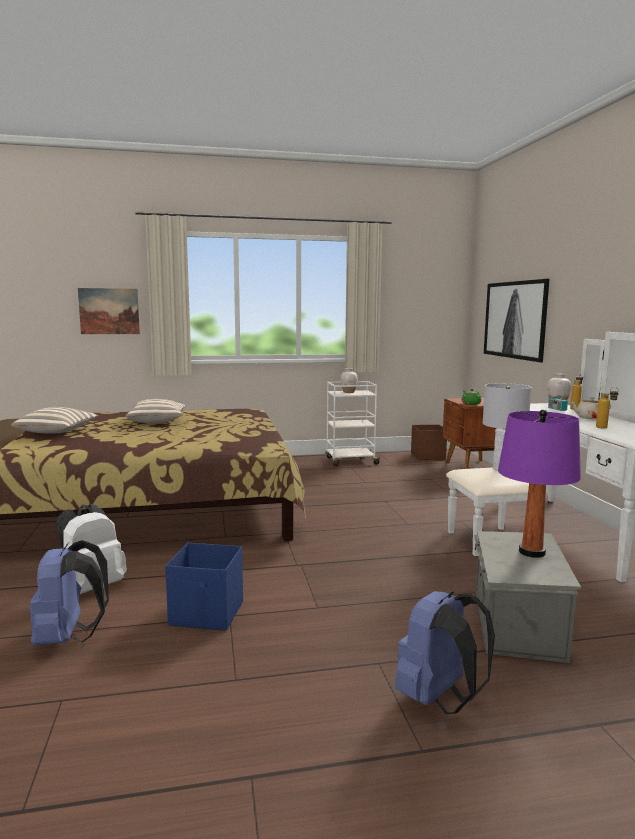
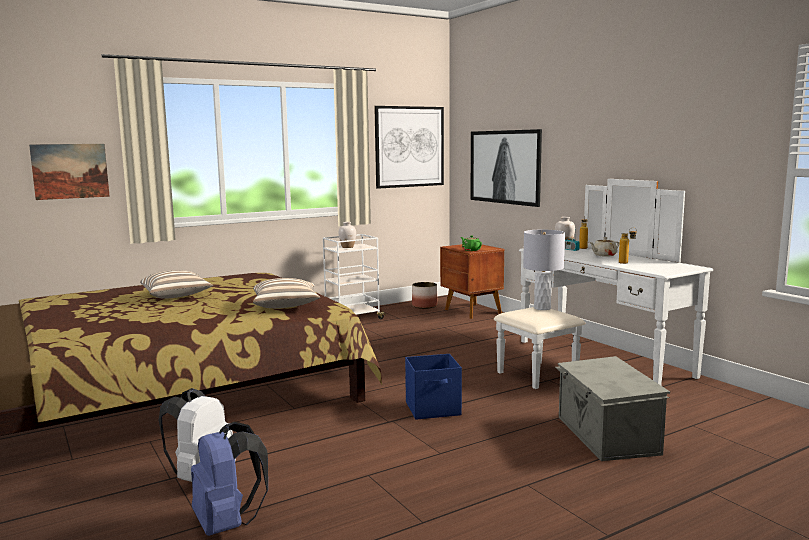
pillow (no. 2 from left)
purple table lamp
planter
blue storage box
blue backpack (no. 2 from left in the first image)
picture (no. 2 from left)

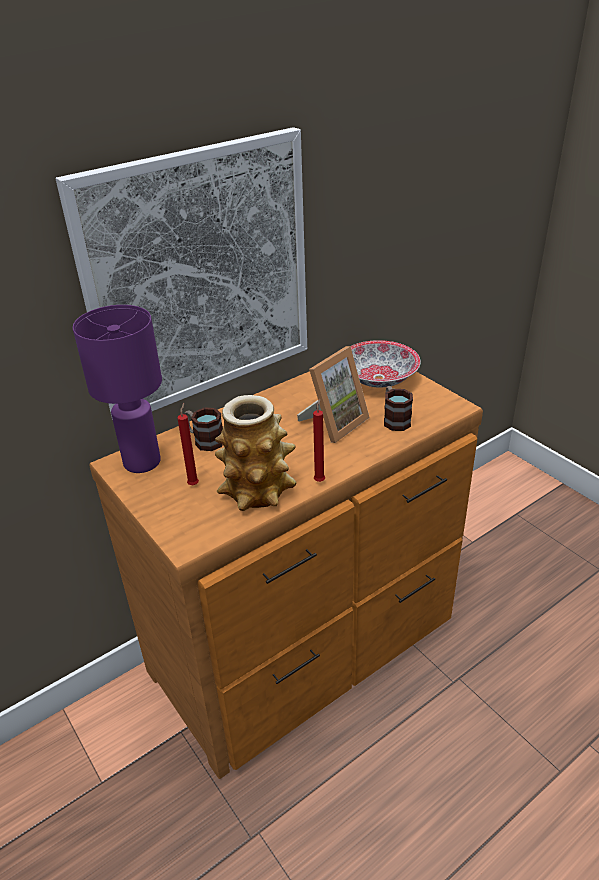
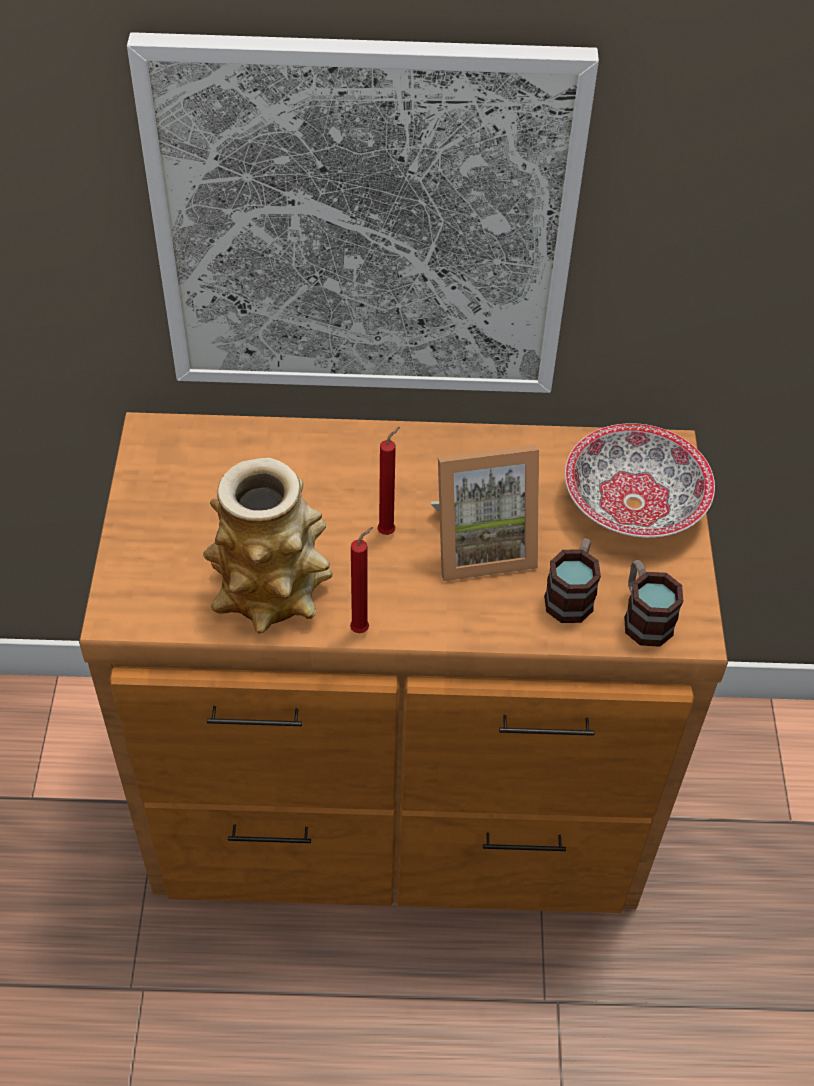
purple table lamp
red candle (no. 2 from left)
mug (no. 2 from left)

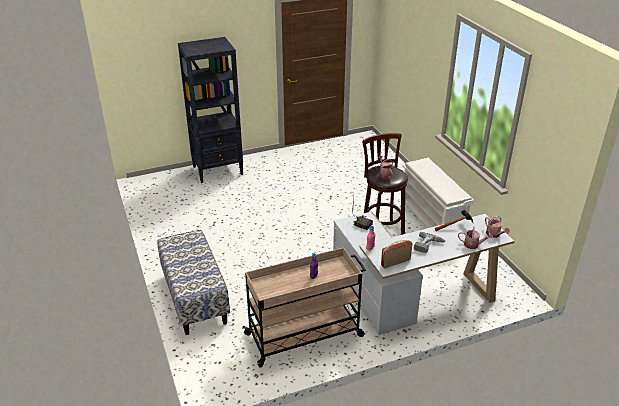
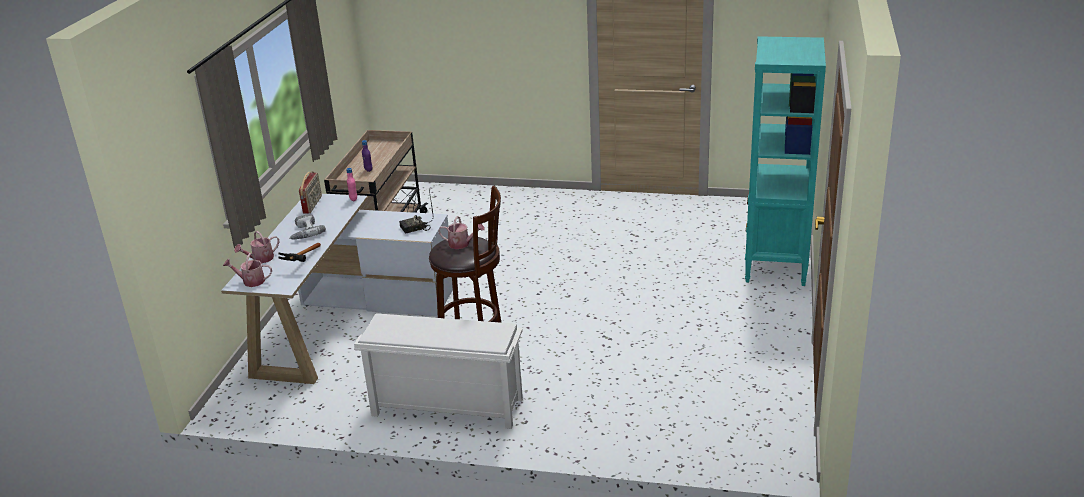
turquoise bookcase
bench

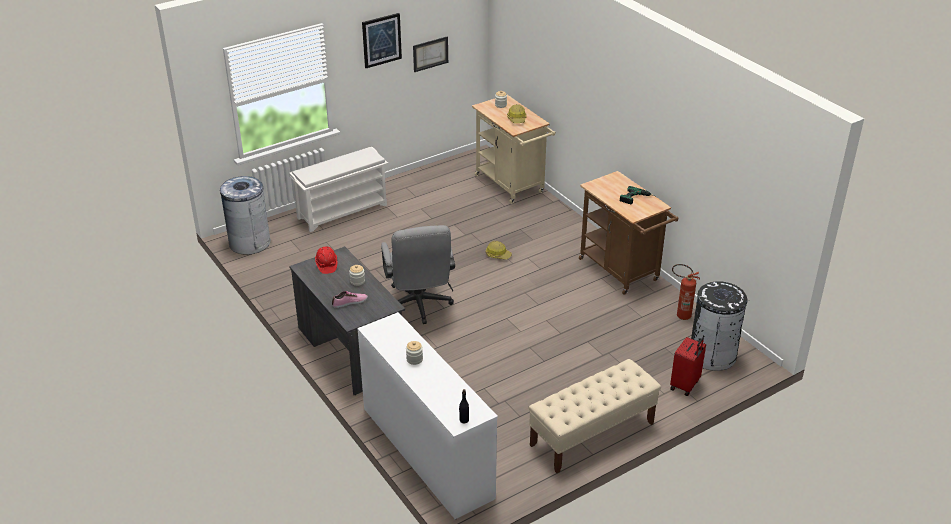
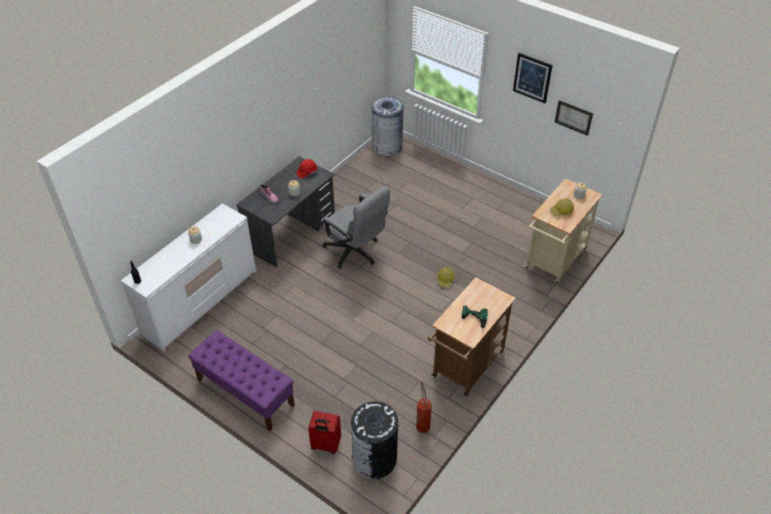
white shoe rack
grey office chair
purple bench

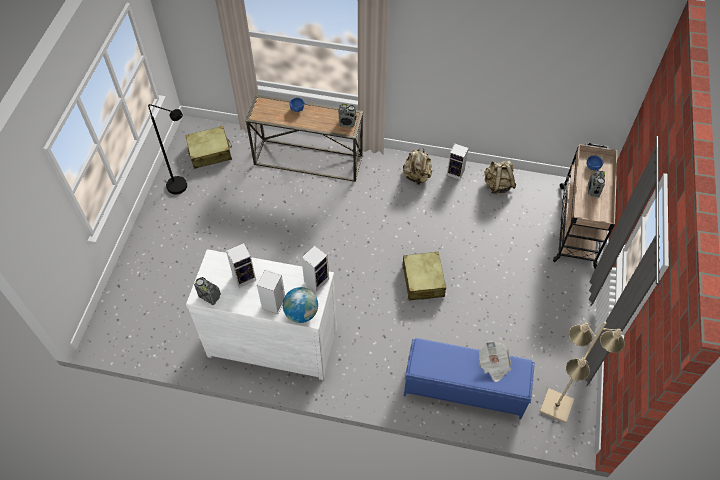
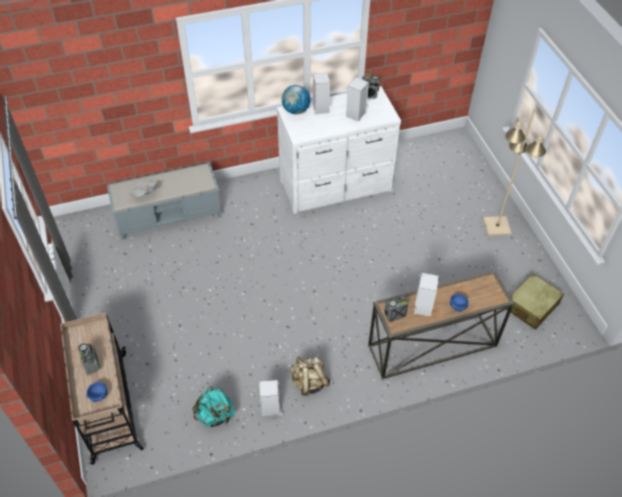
black floor lamp
turquoise backpack
speaker (no. 4 from left)
beige suitcase (no. 2 from left in the first image)
beige floor lamp
grey bench

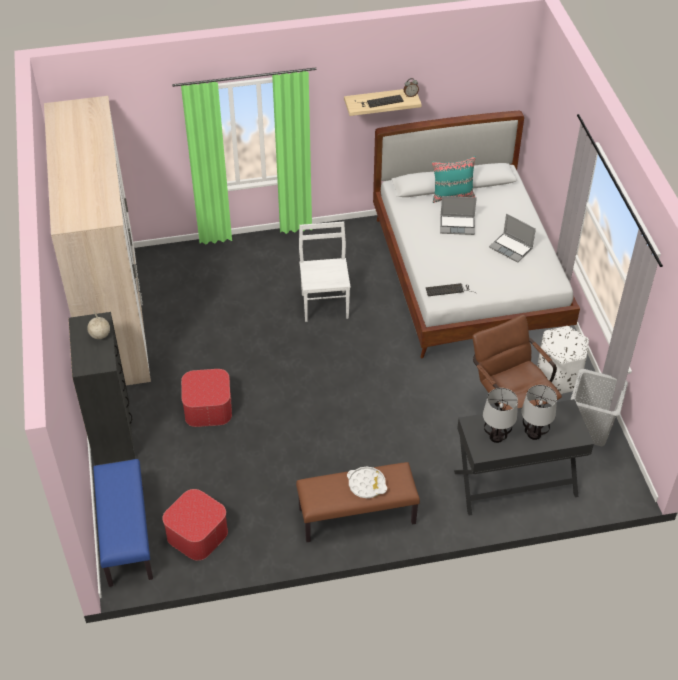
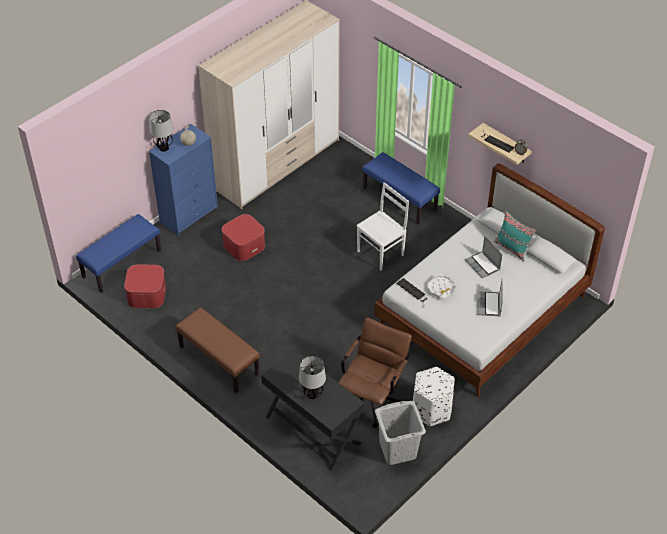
blue dresser
table lamp (no. 1 from left)
white tray
blue bench (no. 2 from left)

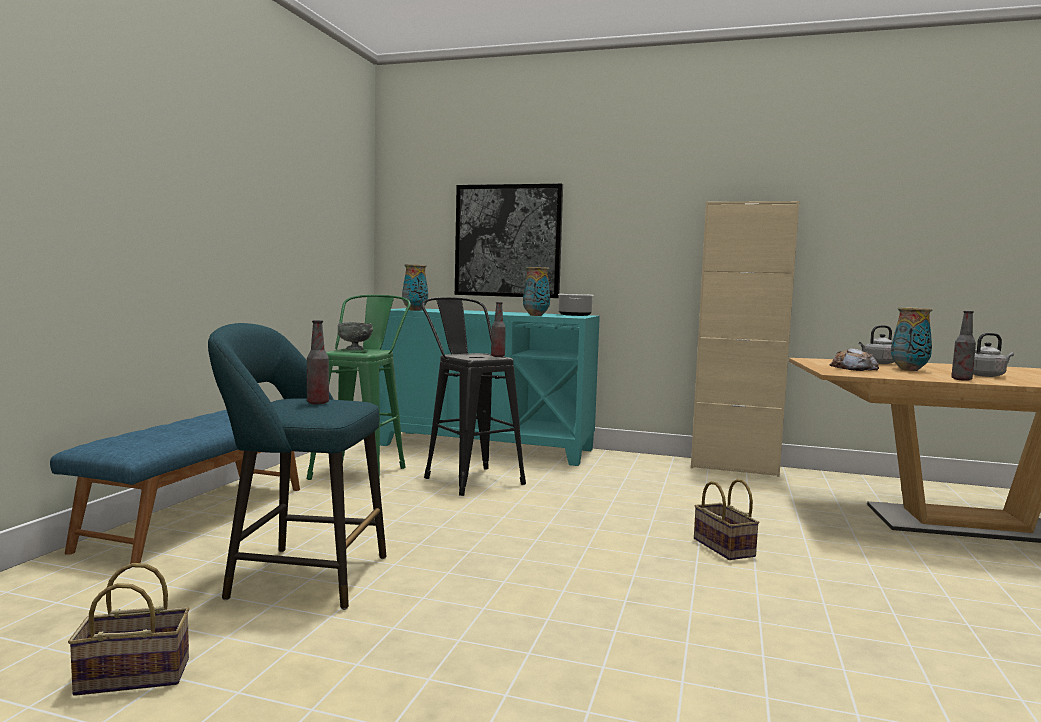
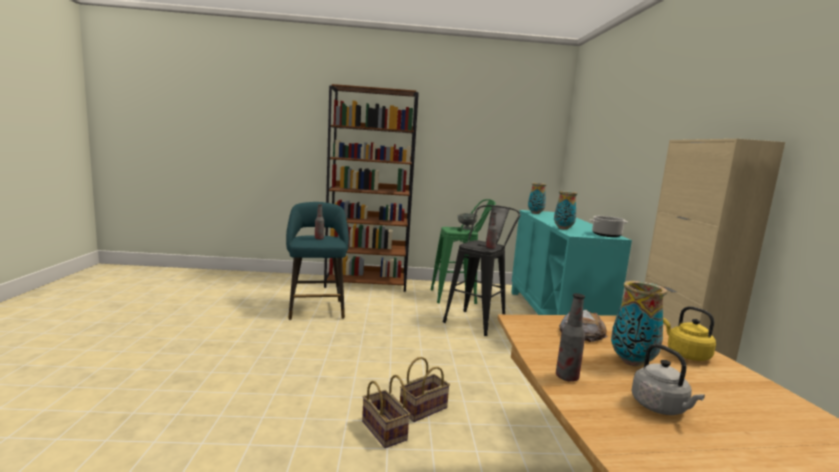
picture
yellow kettle
brown bookcase
basket (no. 1 from left)

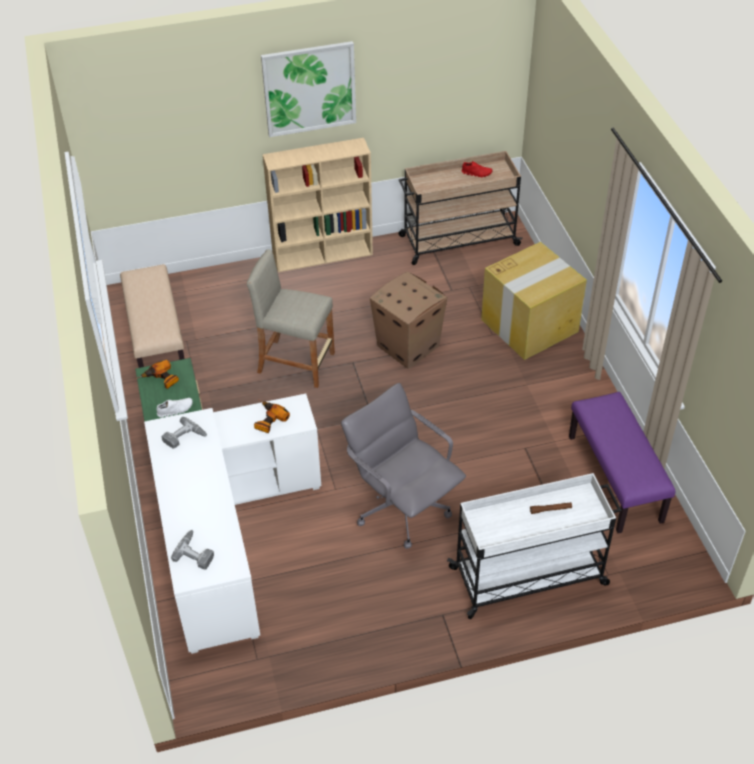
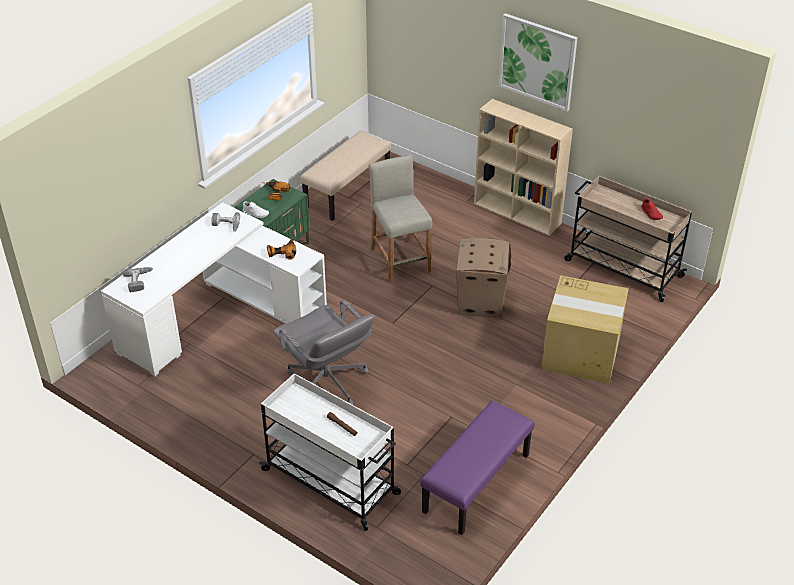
grey office chair

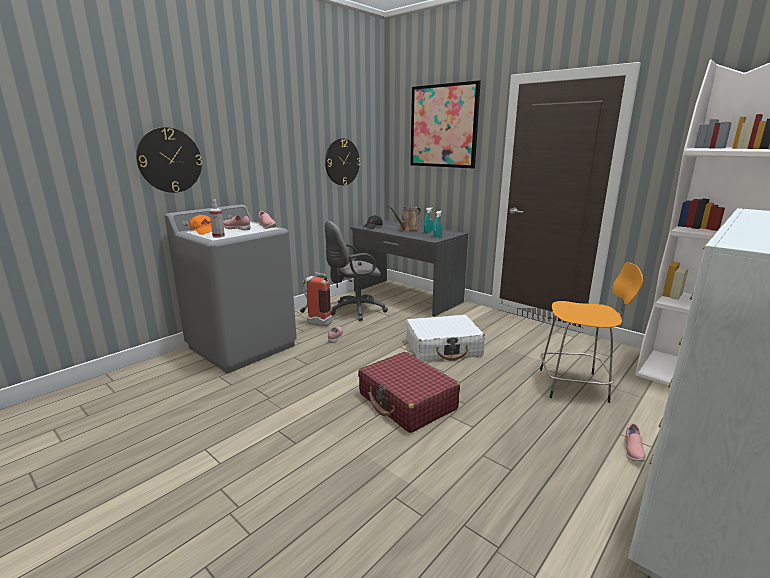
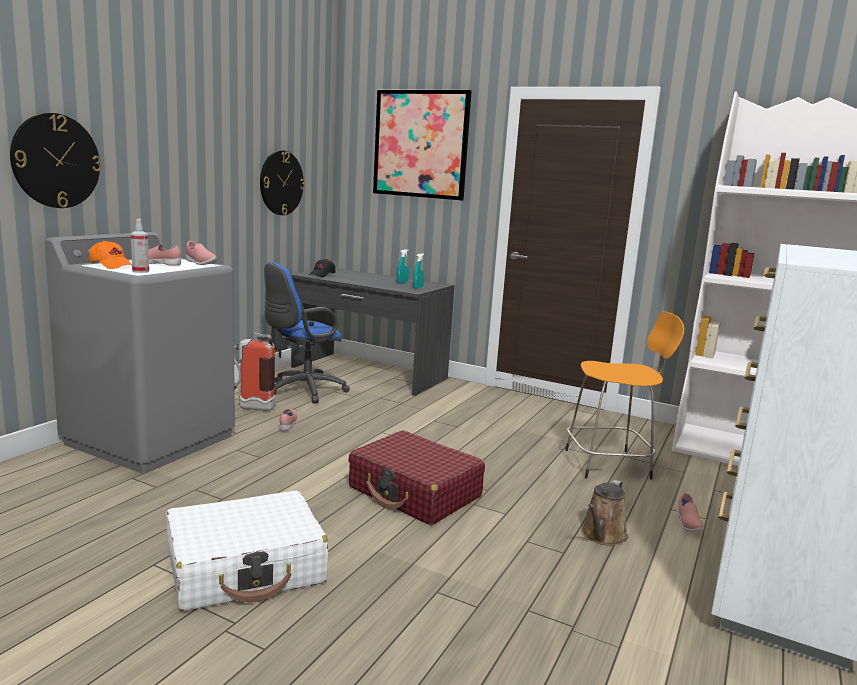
brown watering can
blue office chair
white suitcase

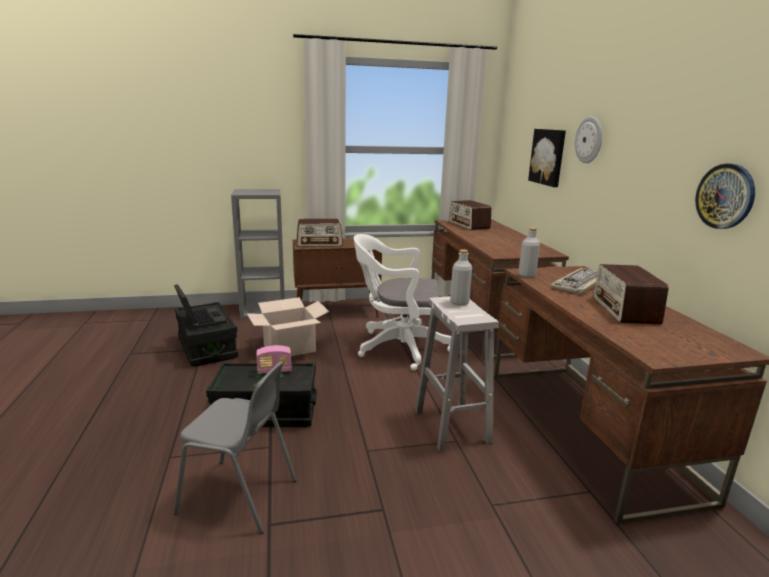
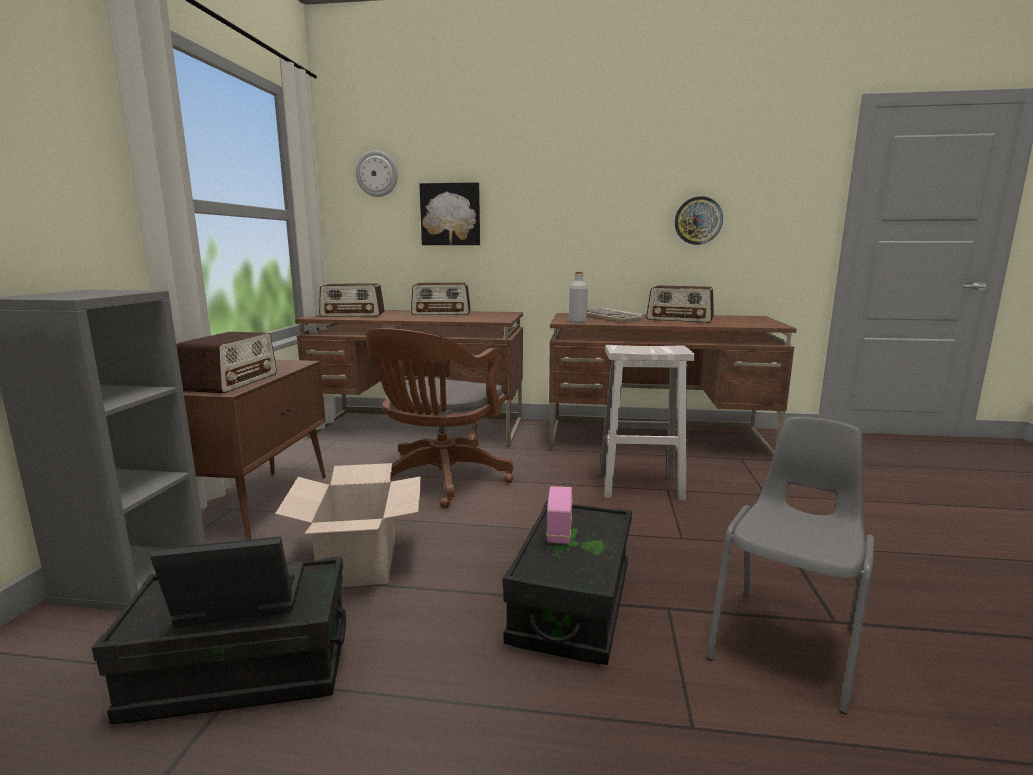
wall clock (no. 1 from left)
brown office chair
grey bottle (no. 1 from left in the first image)
radio (no. 3 from left)

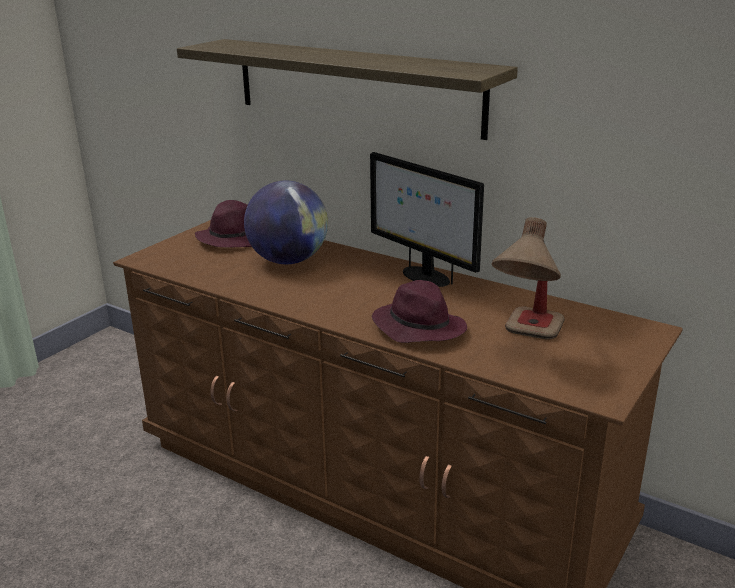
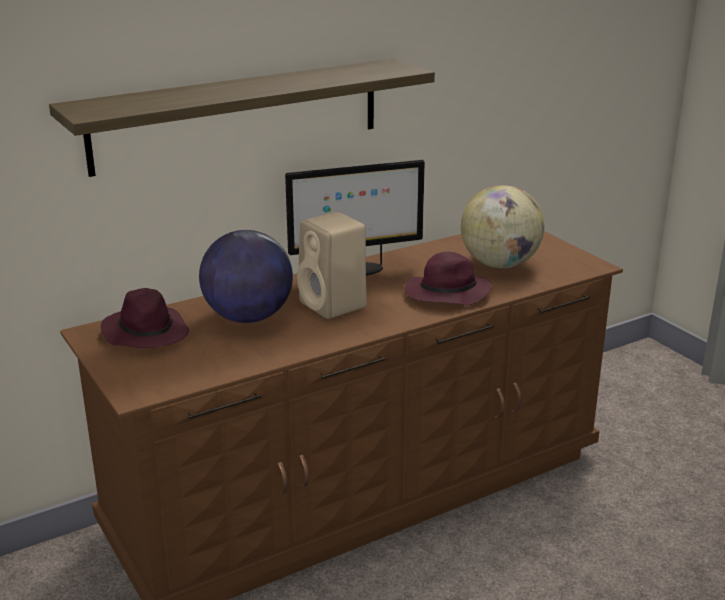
globe (no. 2 from left)
beige speaker

